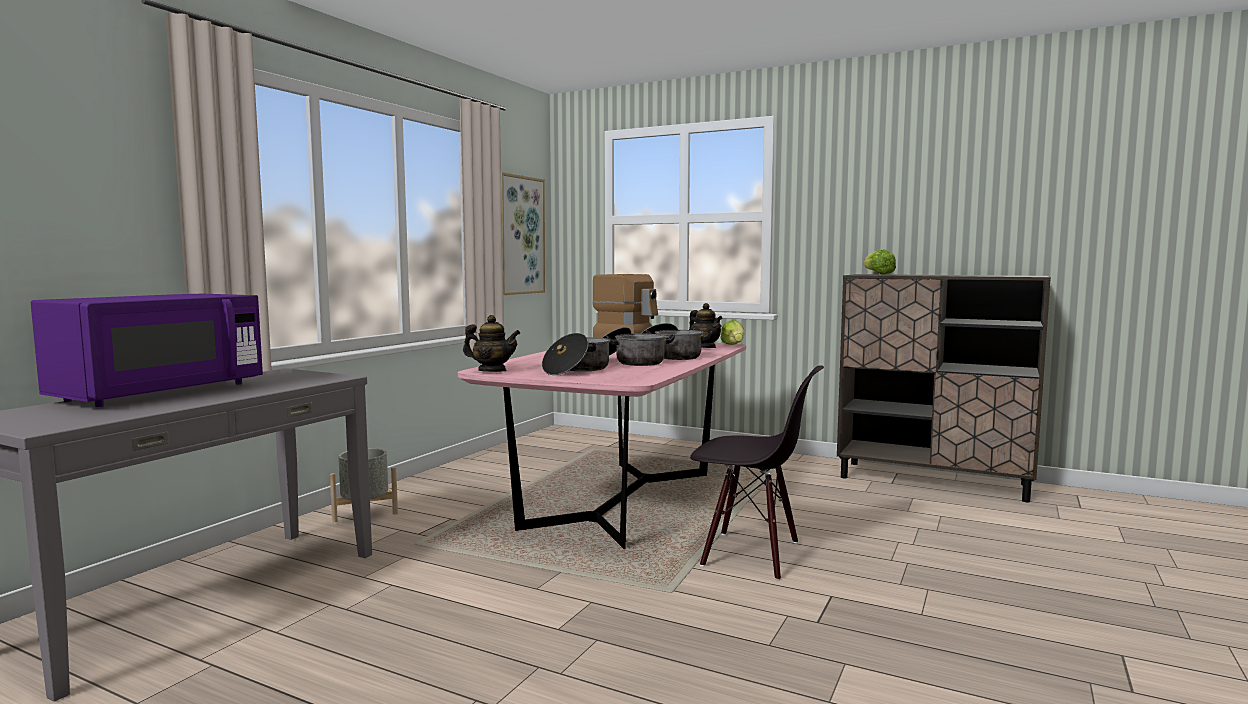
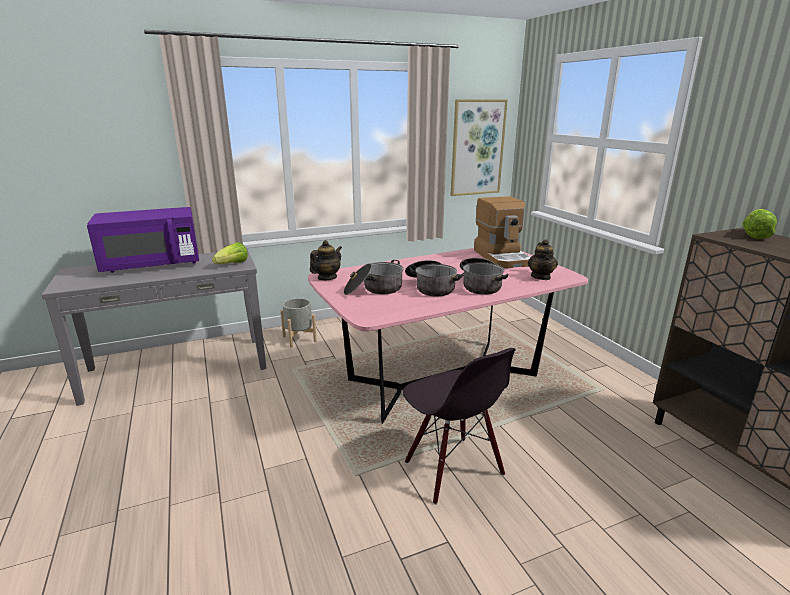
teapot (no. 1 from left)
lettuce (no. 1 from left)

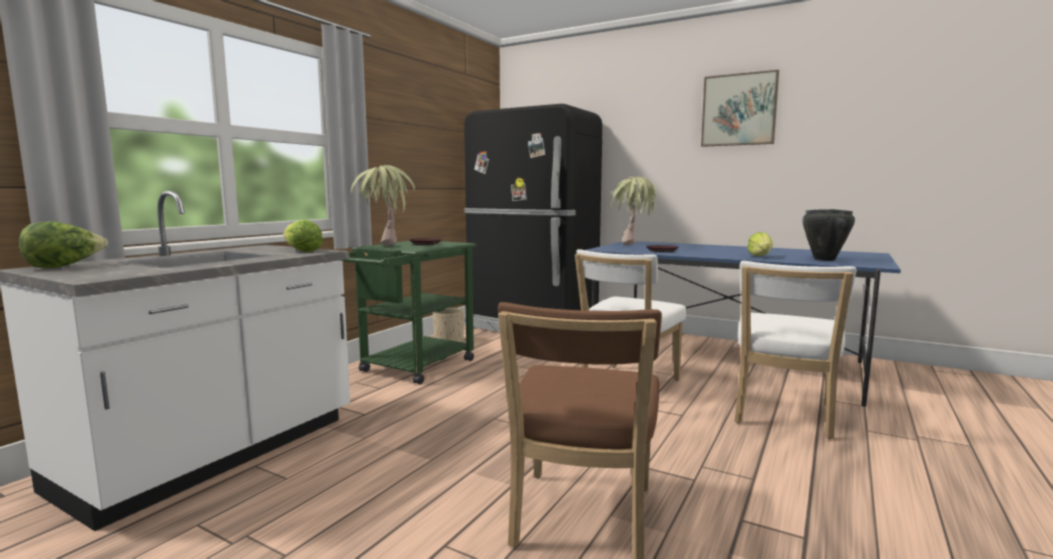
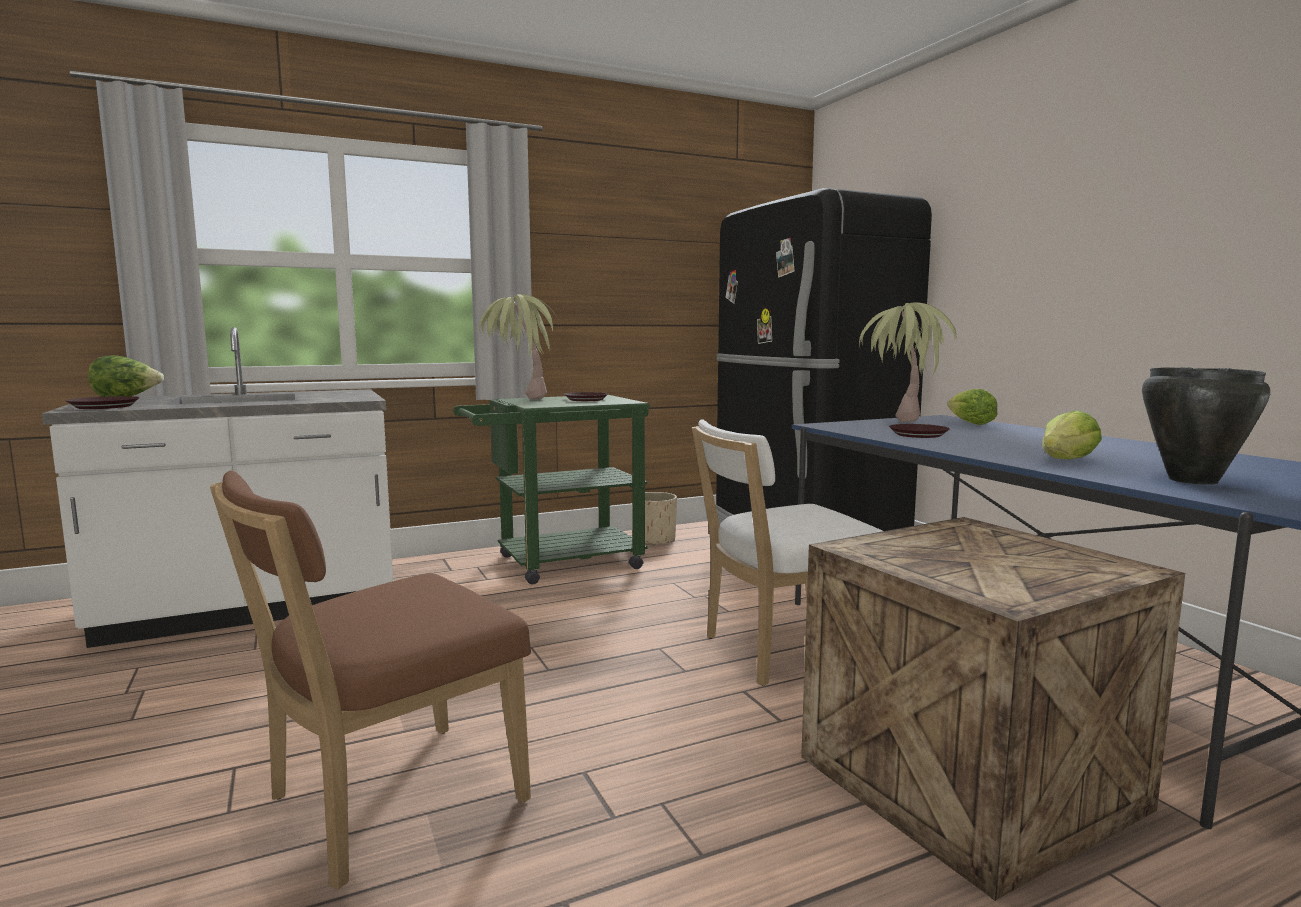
picture
lettuce (no. 2 from left)
crate
brown plate (no. 1 from left)

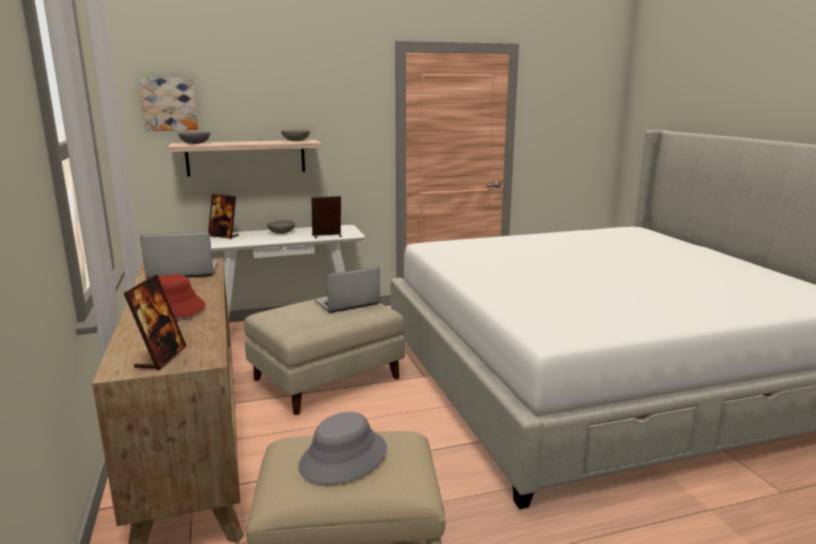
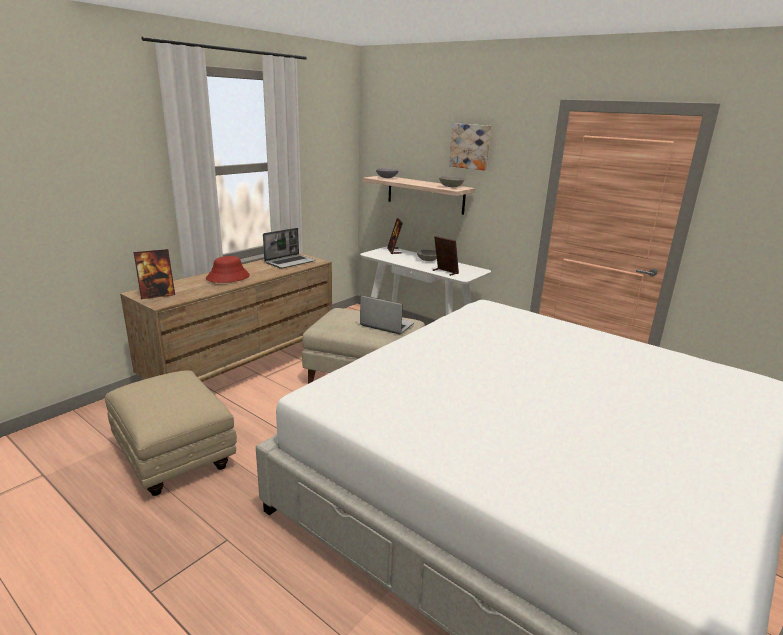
picture
laptop (no. 1 from left)
grey hat

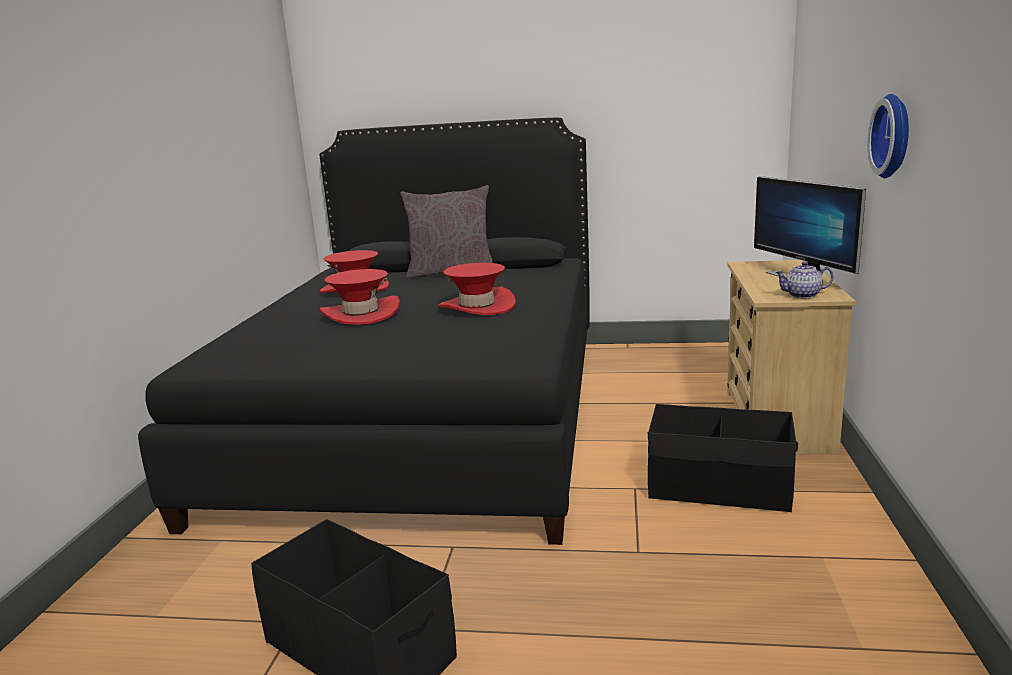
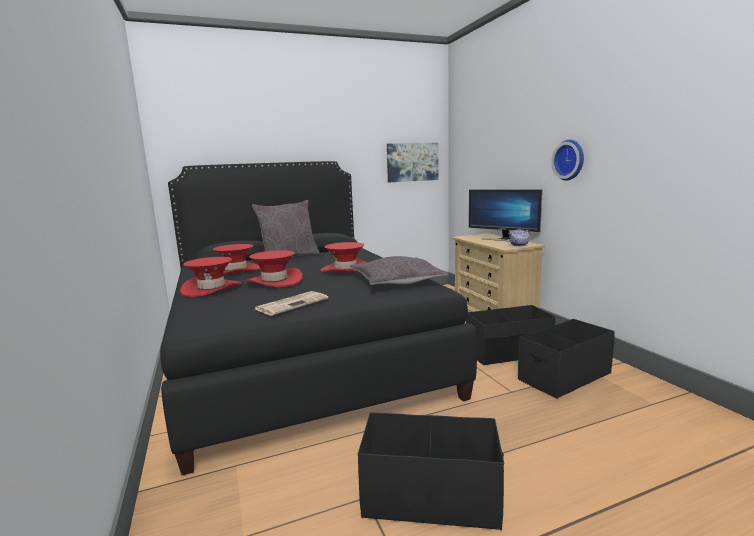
picture
grey pillow (no. 2 from left)
red hat (no. 1 from left)
newspaper
black storage box (no. 3 from left)

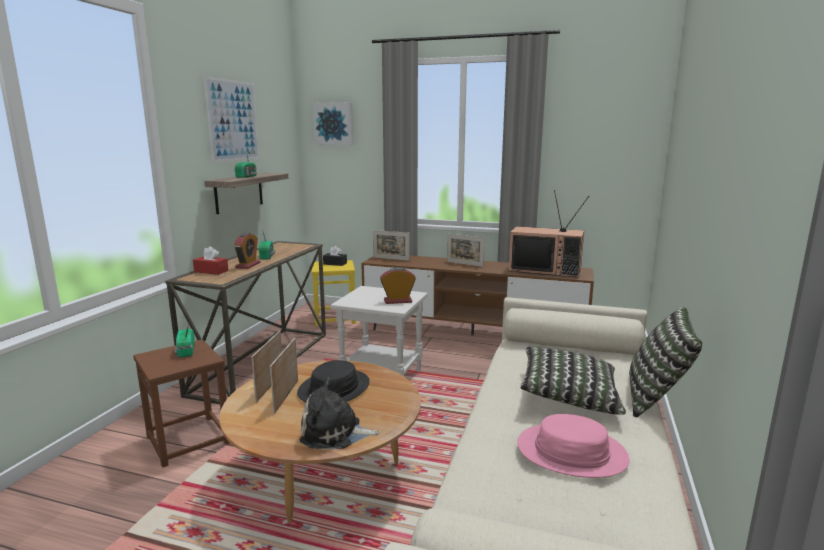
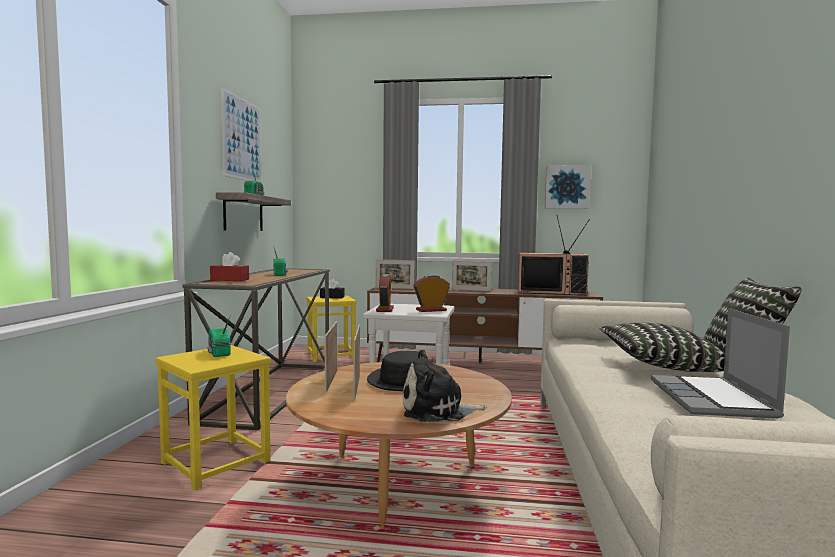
picture (no. 2 from left)
alarm clock (no. 1 from left)
yellow stool (no. 1 from left)
laptop

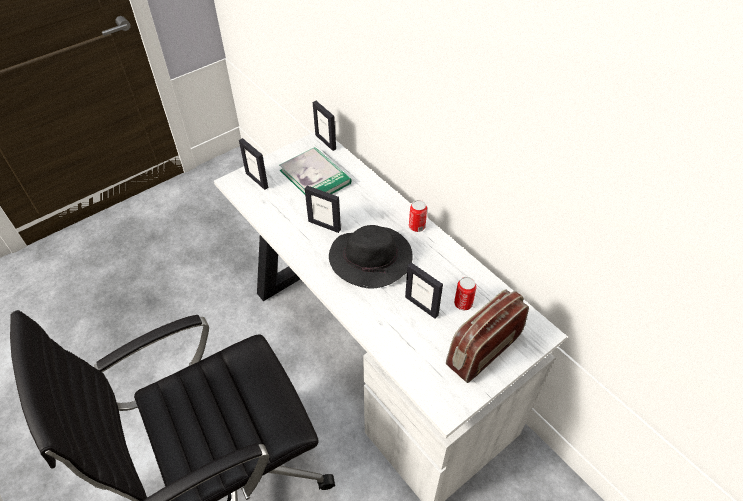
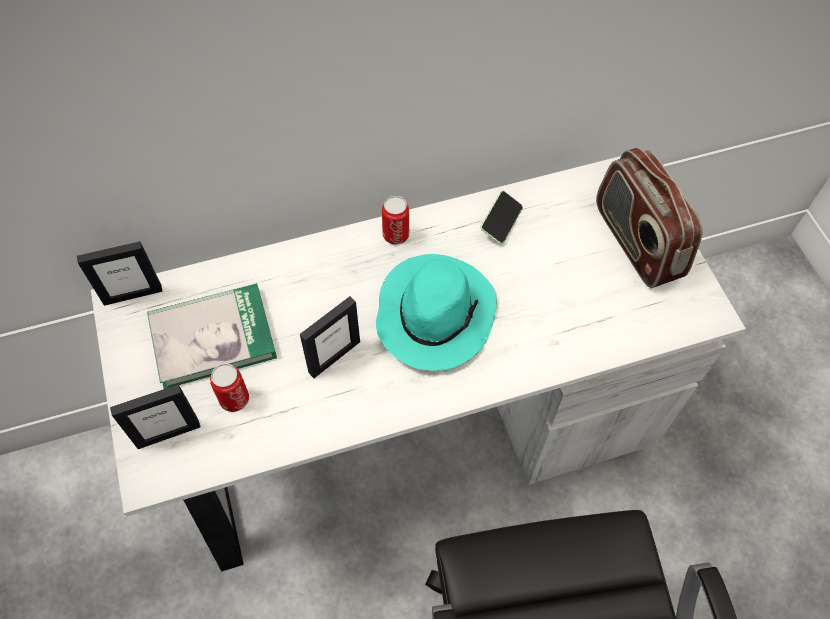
turquoise hat
picture frame (no. 4 from left in the first image)
can (no. 1 from left)
phone

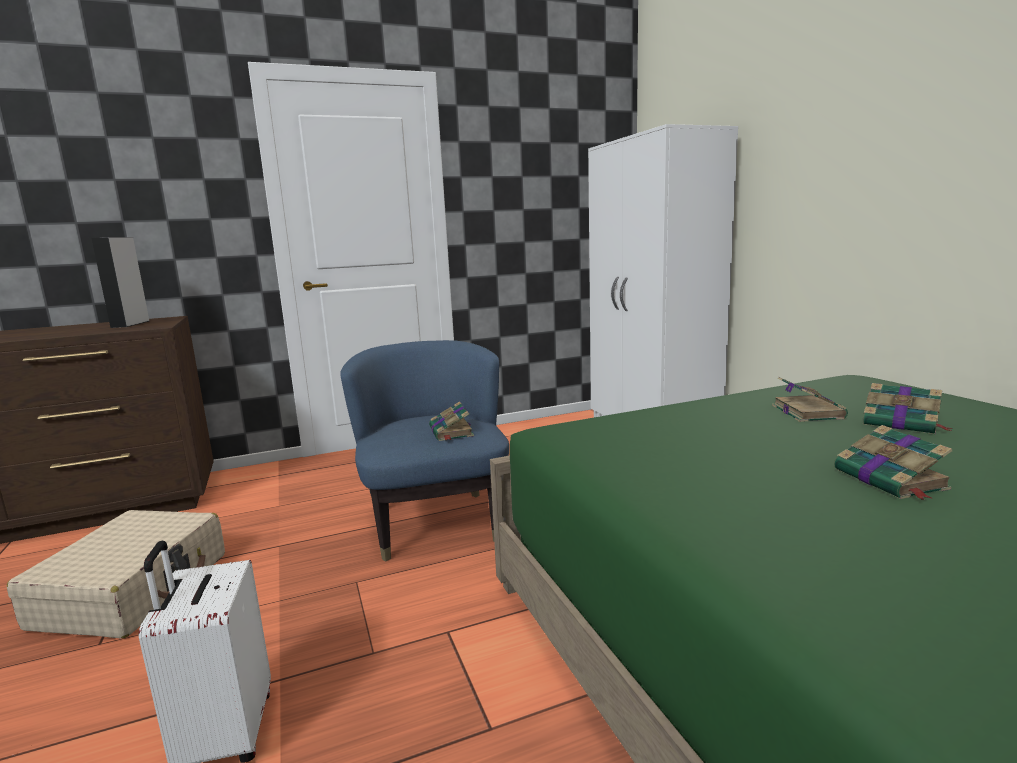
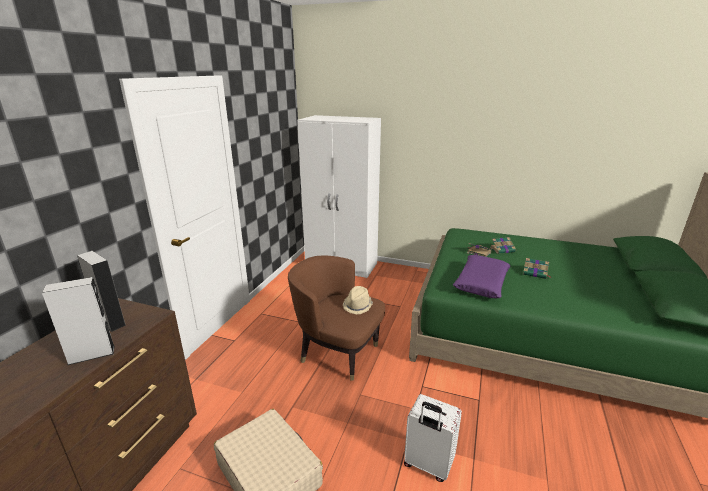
brown armchair
beige hat
purple pillow
grey speaker (no. 1 from left)

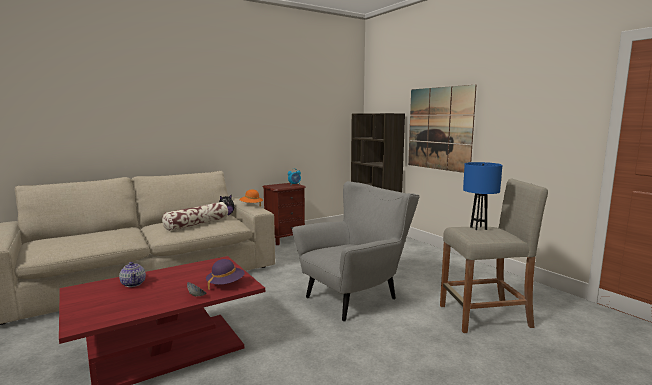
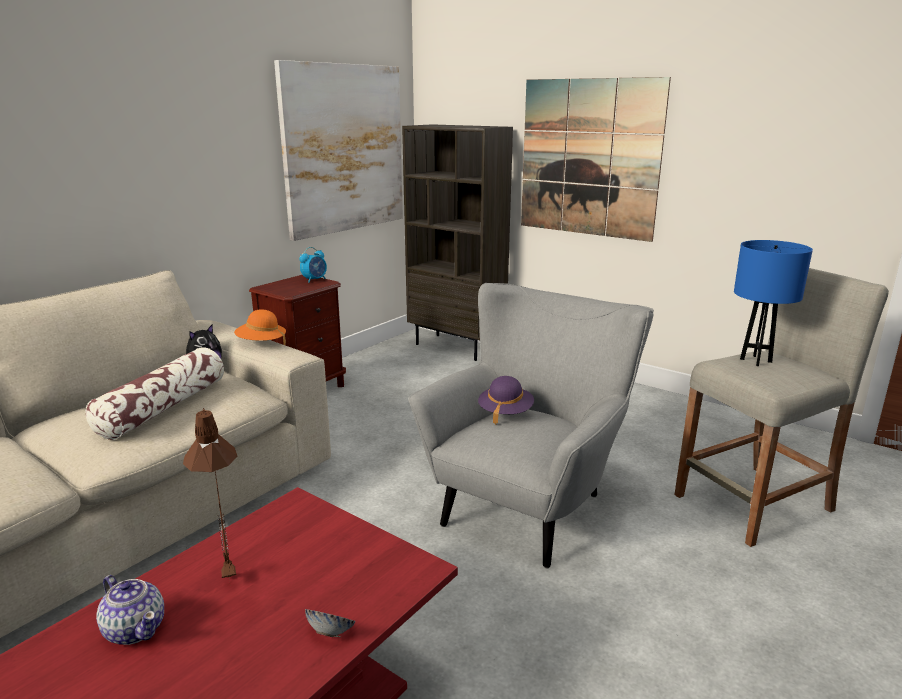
purple hat
picture (no. 1 from left)
brown table lamp

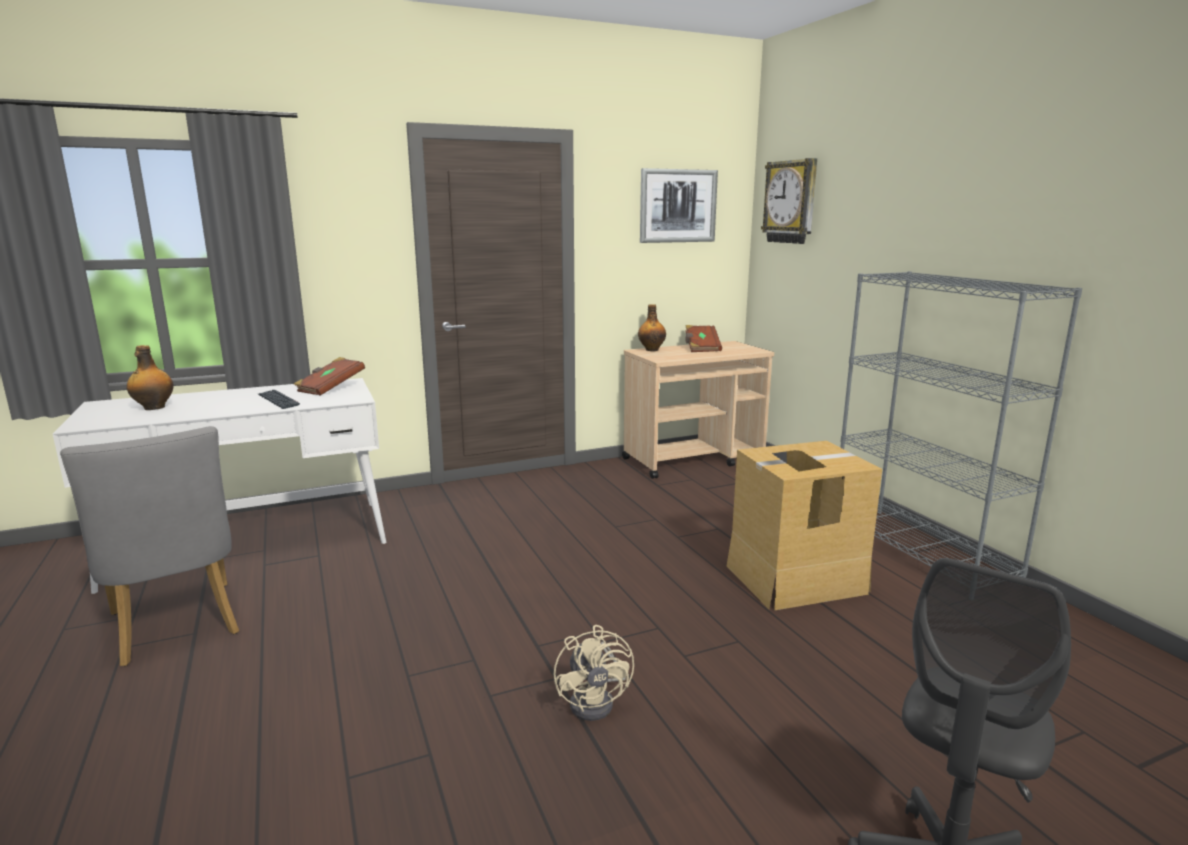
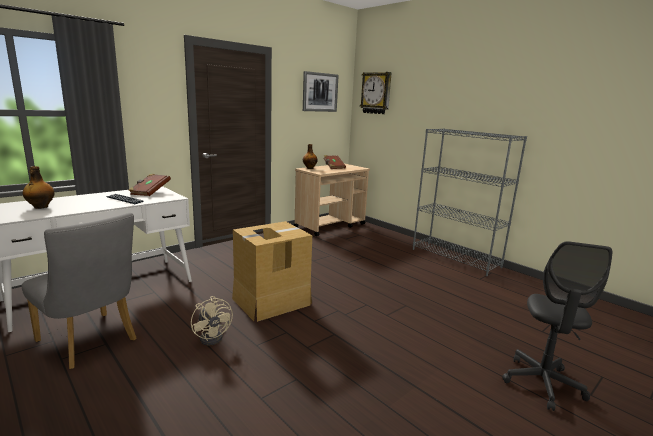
cardboard box
beige fan

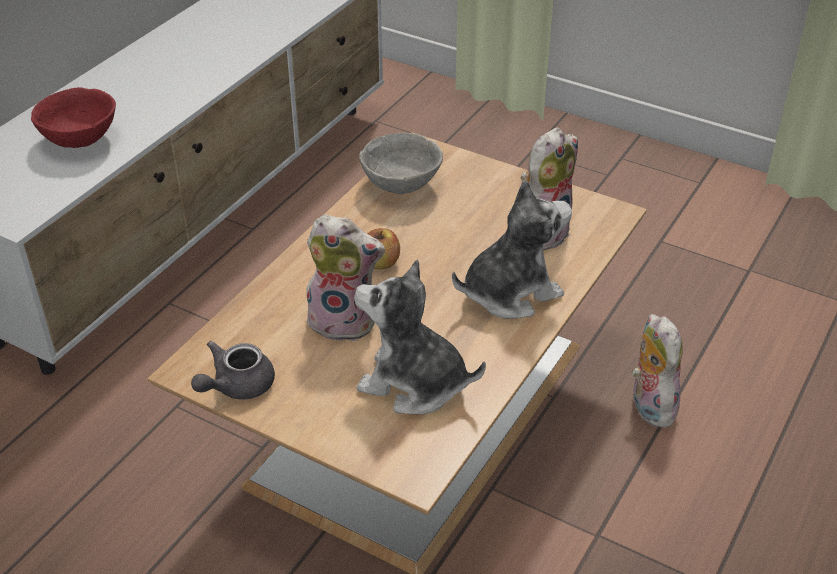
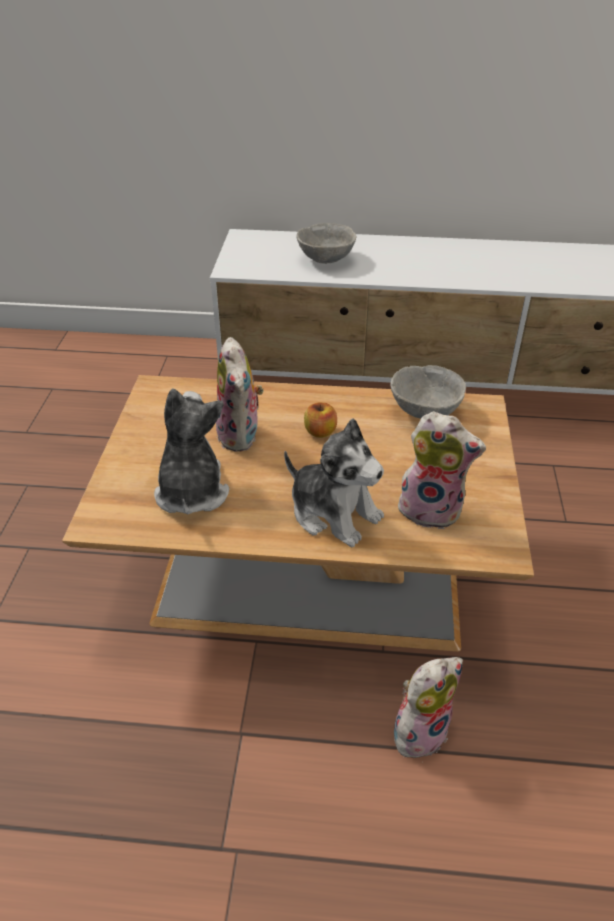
grey bowl (no. 1 from left)
grey teapot

